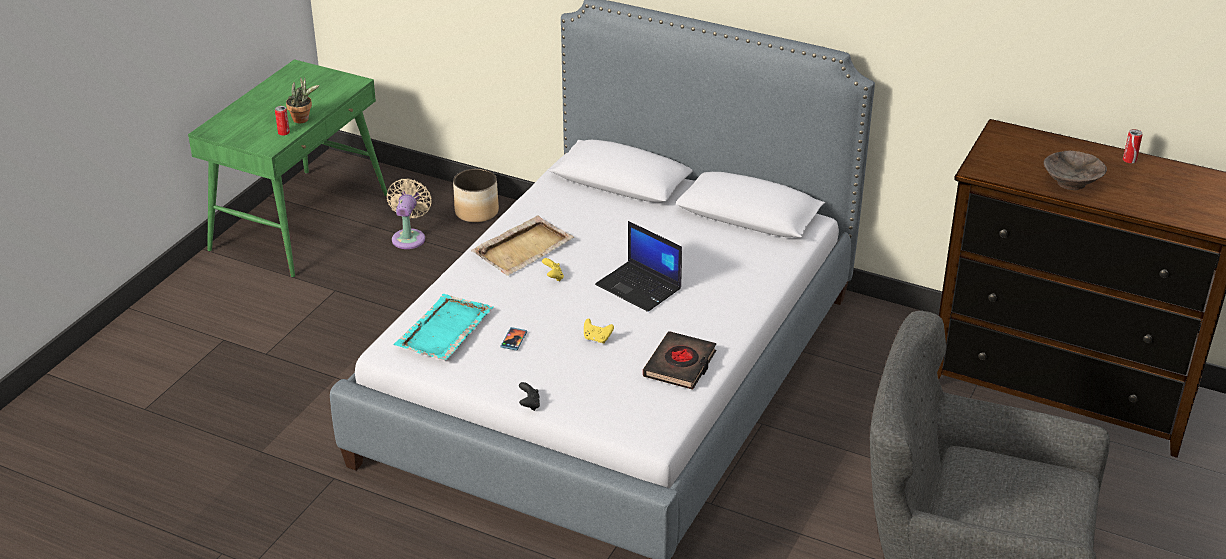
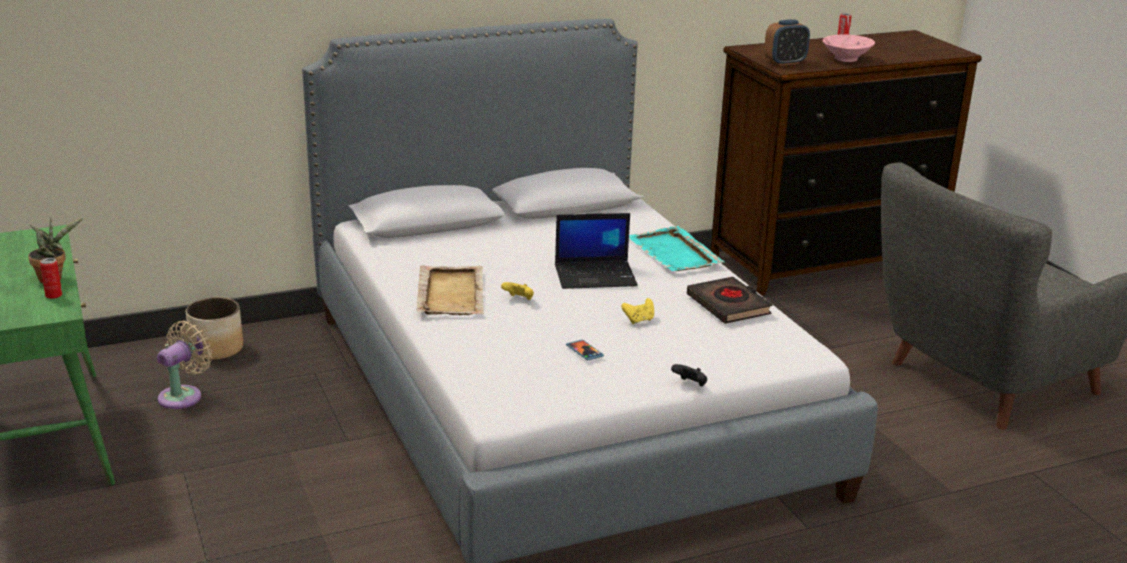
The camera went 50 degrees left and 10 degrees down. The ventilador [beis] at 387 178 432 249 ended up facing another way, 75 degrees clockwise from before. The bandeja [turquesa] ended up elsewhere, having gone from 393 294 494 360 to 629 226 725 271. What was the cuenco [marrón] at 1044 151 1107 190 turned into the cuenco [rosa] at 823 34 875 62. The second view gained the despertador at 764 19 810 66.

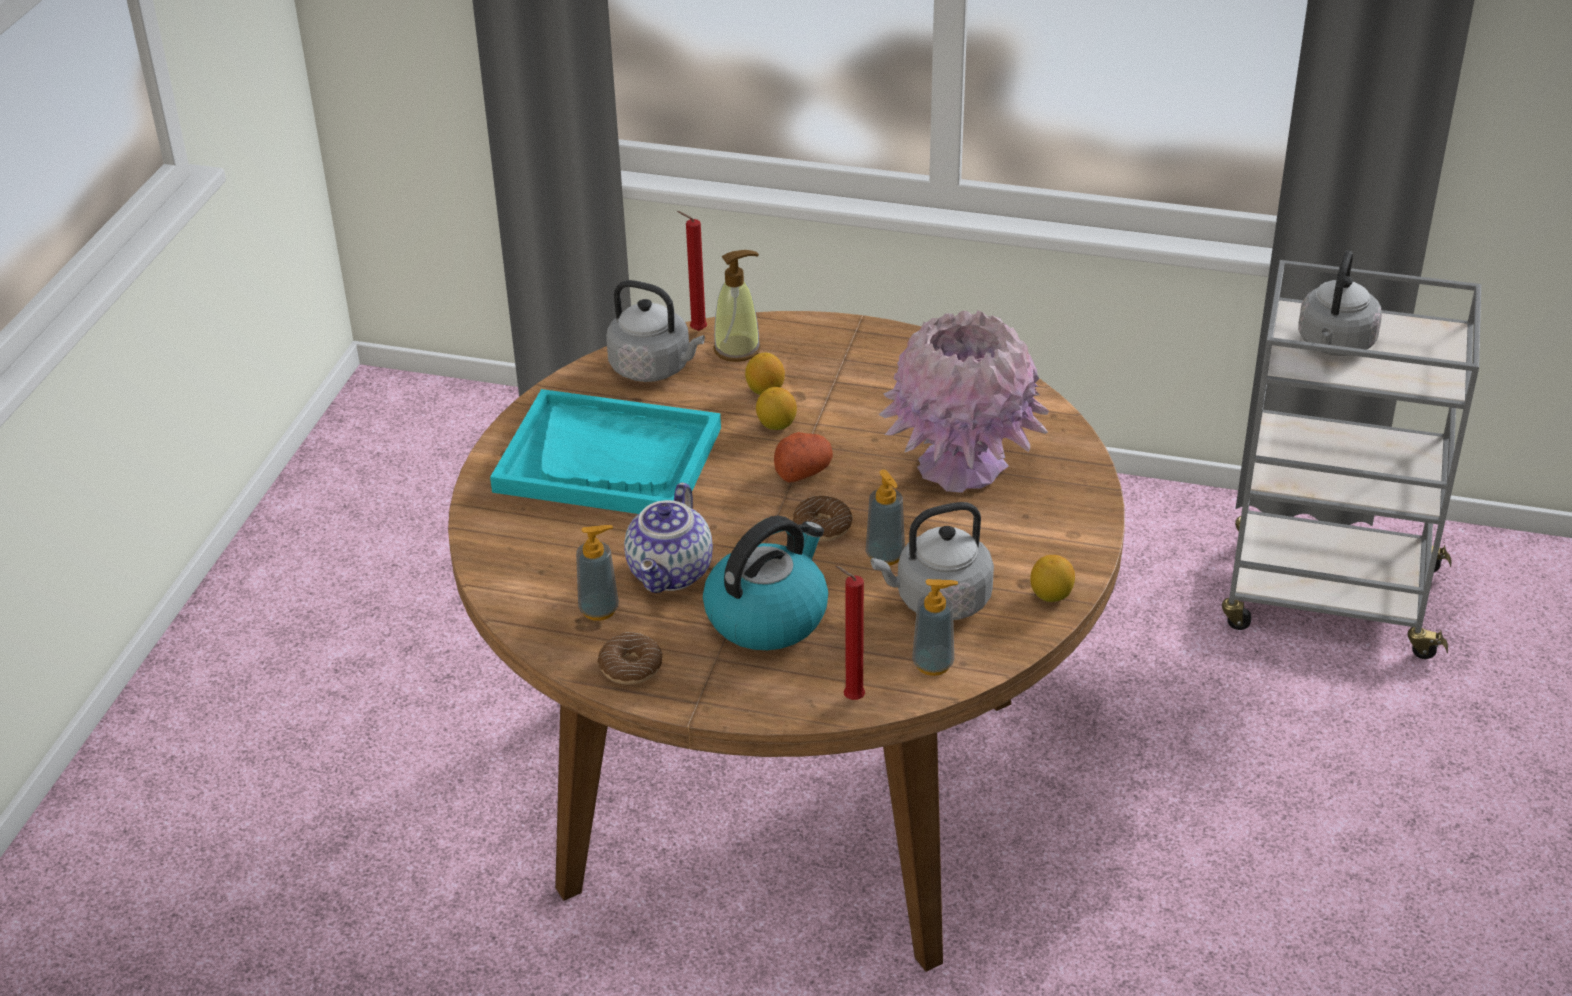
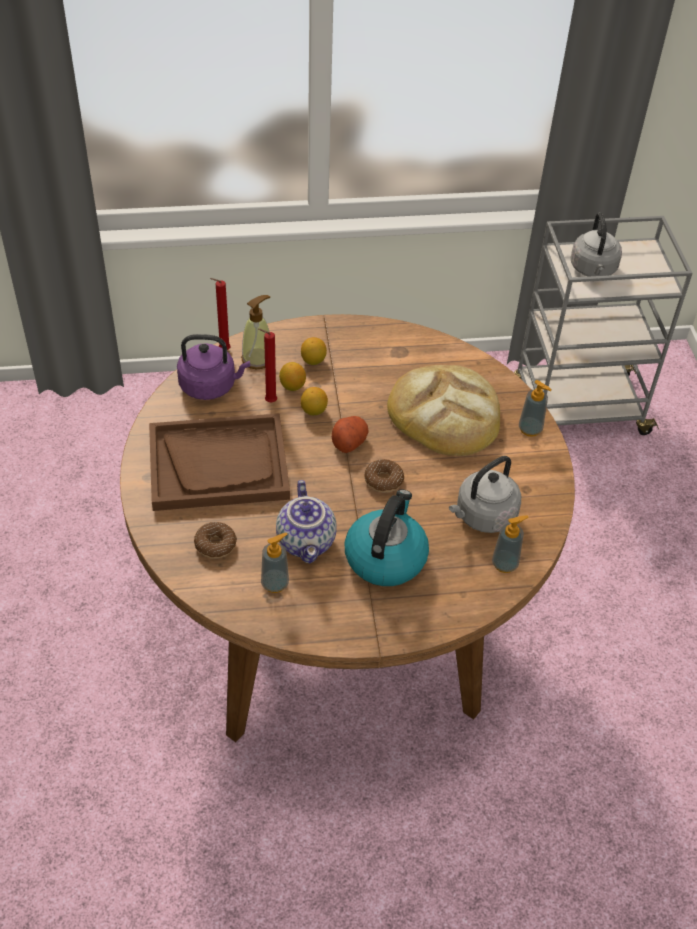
The camera went 25 degrees left and 10 degrees up. What was the bandeja [turquesa] at 490 389 721 514 turned into the bandeja [marrón] at 149 413 290 511. The rosquilla ended up elsewhere, having gone from 597 632 662 684 to 194 522 237 559. What was the hervidor [gris] at 606 280 705 382 turned into the hervidor [morado] at 177 334 250 400. The vela [rojo] ended up elsewhere, having gone from 835 566 865 700 to 259 329 277 402. The dispensador de jabón ended up elsewhere, having gone from 866 469 905 565 to 519 380 552 437. Where the florero [rosa] stood at 879 310 1049 493, the pan came to stand at 387 365 500 456. The limón ended up elsewhere, having gone from 1030 555 1075 602 to 301 337 327 365.

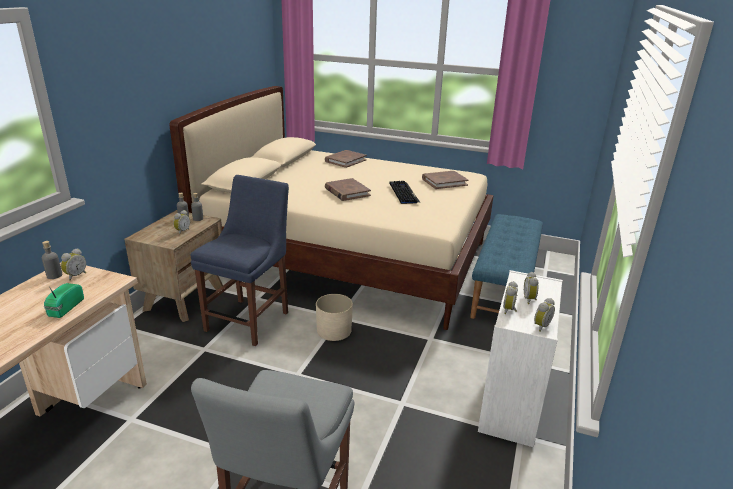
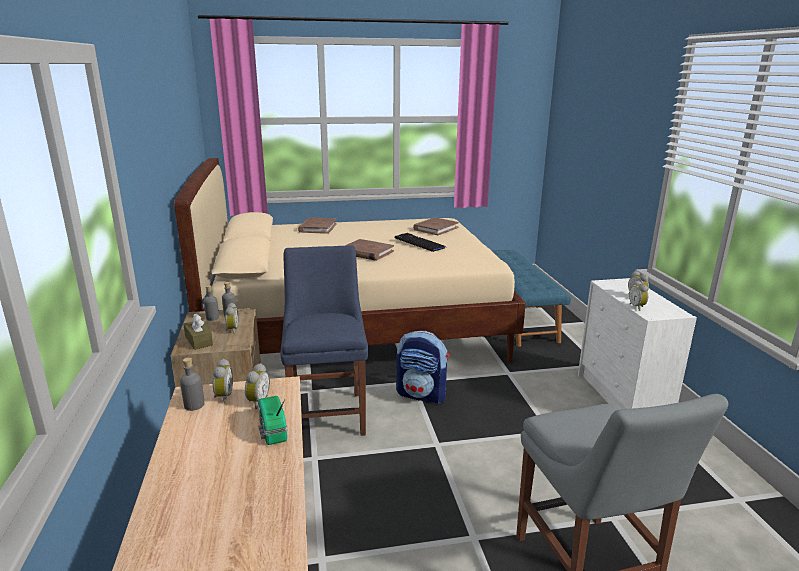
The camera went 30 degrees left and 5 degrees down. Where the maceta [beis] stood at 316 294 353 341, the mochila came to stand at 396 331 450 404. The despertador ended up elsewhere, having gone from 534 298 555 332 to 245 363 270 409. The second view gained the caja de pañuelos [marrón] at 183 314 213 350.

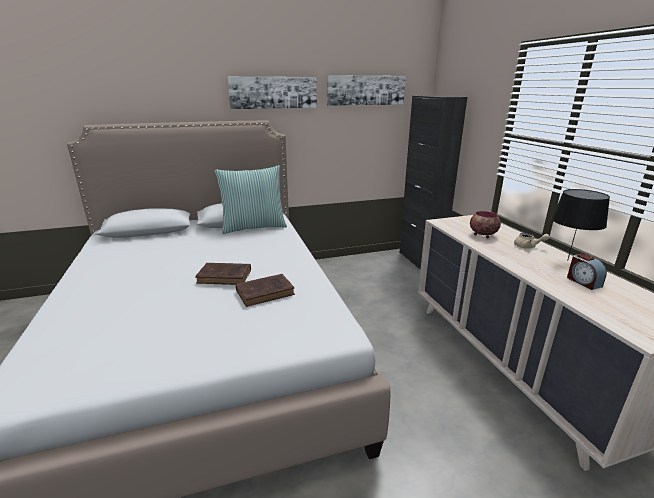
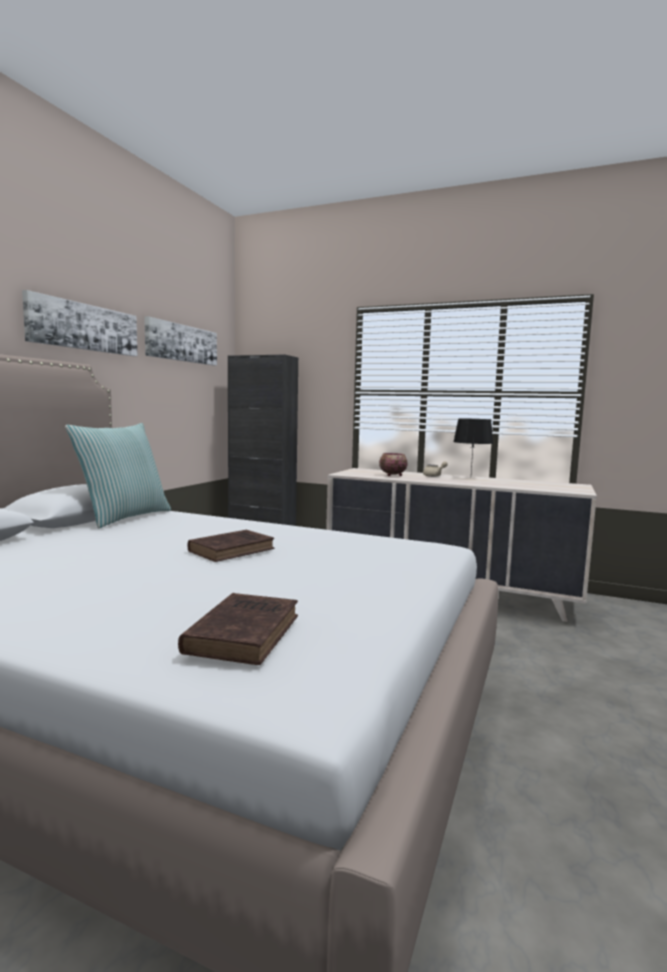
The camera went 50 degrees left and 15 degrees down. The libro [marrón] ended up elsewhere, having gone from 236 274 295 307 to 178 593 298 665. The second view lost the despertador at 567 254 607 290.

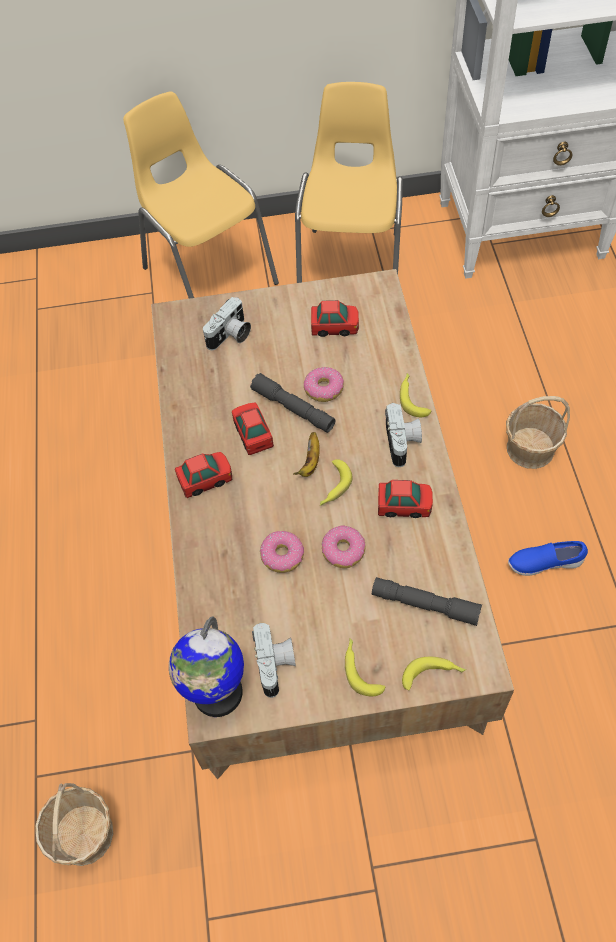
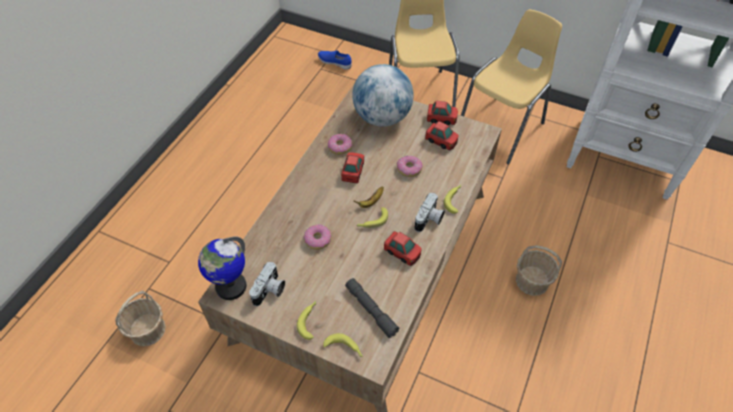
The camera went 30 degrees right and 5 degrees down. The coche de juguete ended up elsewhere, having gone from 175 452 232 498 to 427 101 458 125. Where the cámara stood at 203 297 251 350, the globo terráqueo came to stand at 352 64 414 127. The second view lost the linterna [gris] at 250 373 335 433. The rosquilla ended up elsewhere, having gone from 322 525 365 568 to 328 134 352 155. The zapato [azul] ended up elsewhere, having gone from 508 541 588 576 to 318 50 352 70.

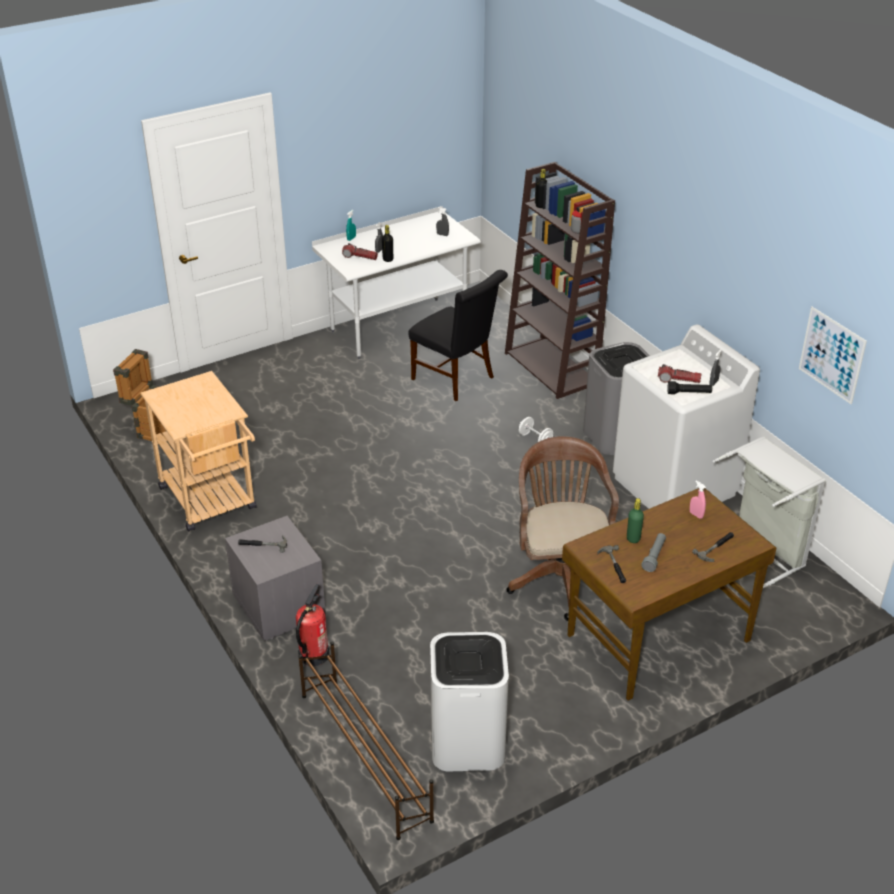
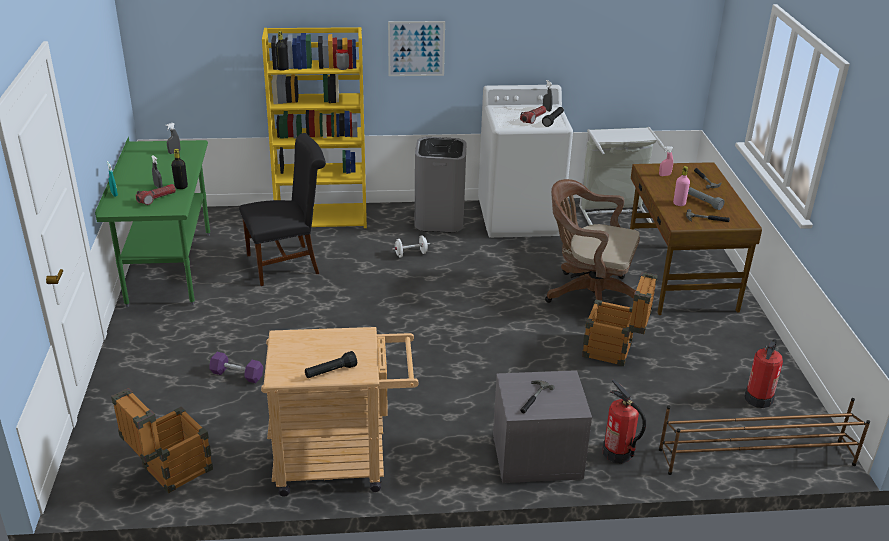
The camera went 65 degrees left and 5 degrees down. What was the escritorio [blanco] at 312 206 481 359 turned into the escritorio [verde] at 95 137 210 307. Where the papelera [blanco] stood at 430 632 509 771, the extintor came to stand at 744 339 783 408. What was the estantería [marrón] at 505 162 615 399 turned into the estantería [amarillo] at 262 27 367 228. What was the botella [verde] at 627 498 644 543 turned into the botella [rosa] at 673 166 690 206. The cuadro ended up elsewhere, having gone from 799 307 867 404 to 388 21 445 76. The second view gained the mancuerna [morado] at 209 352 263 383. The second view gained the linterna [negro] at 305 351 357 378. The second view gained the caja de embalaje at 582 272 658 366.

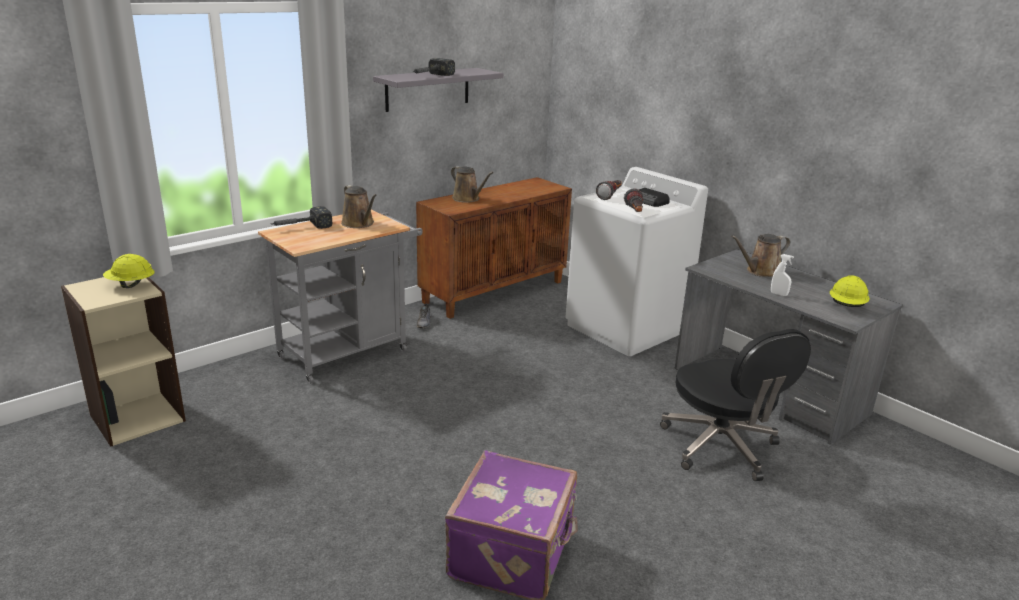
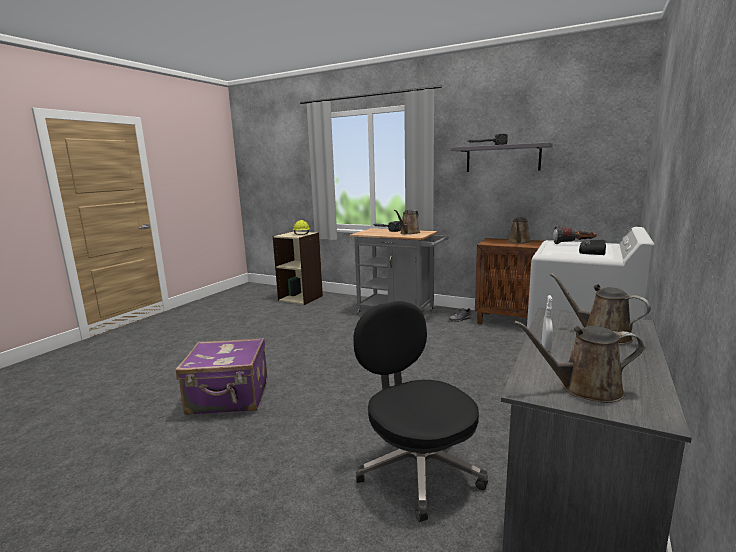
The camera went 70 degrees right and 10 degrees down. The second view lost the linterna at 624 188 644 212. The silla de oficina [negro] at 660 329 811 481 ended up facing another way, 105 degrees clockwise from before. Where the casco [amarillo] stood at 830 275 870 307, the regadera [marrón] came to stand at 514 321 644 403.

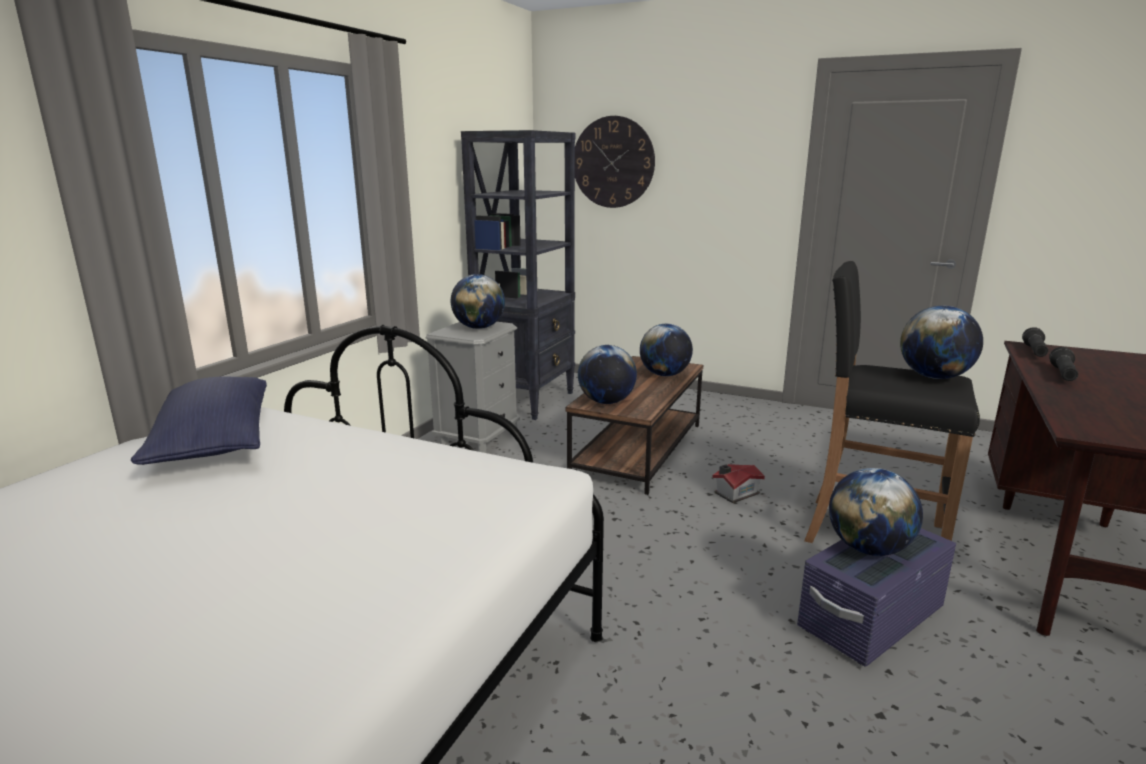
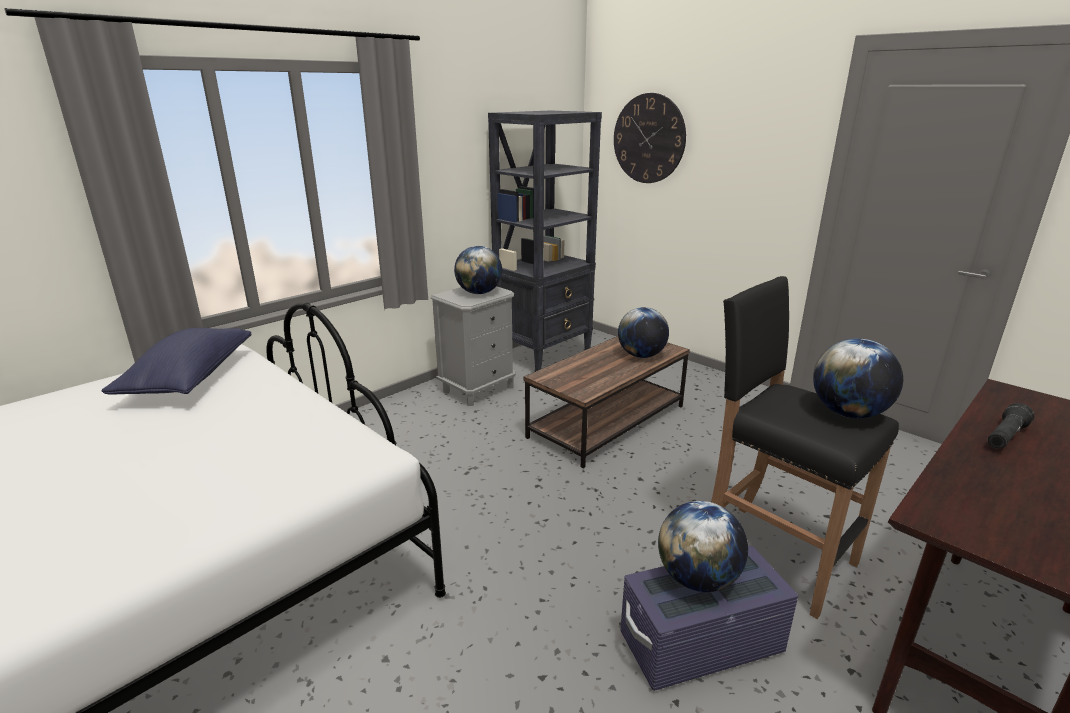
The camera went 20 degrees right and 5 degrees up. The second view lost the globo terráqueo at 578 345 637 404. The second view lost the casita at 712 464 765 503. The second view lost the linterna [negro] at 1022 327 1048 357.

